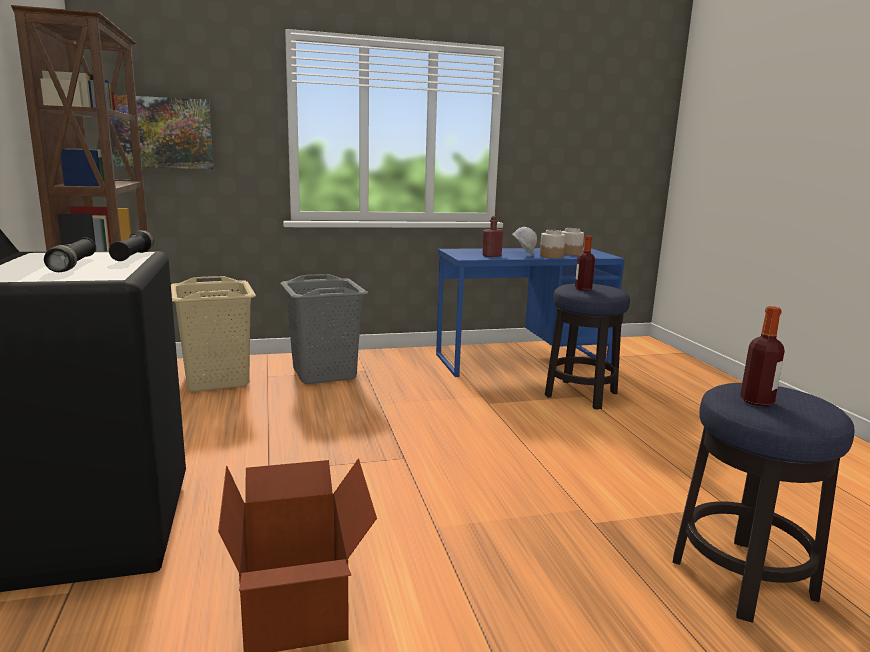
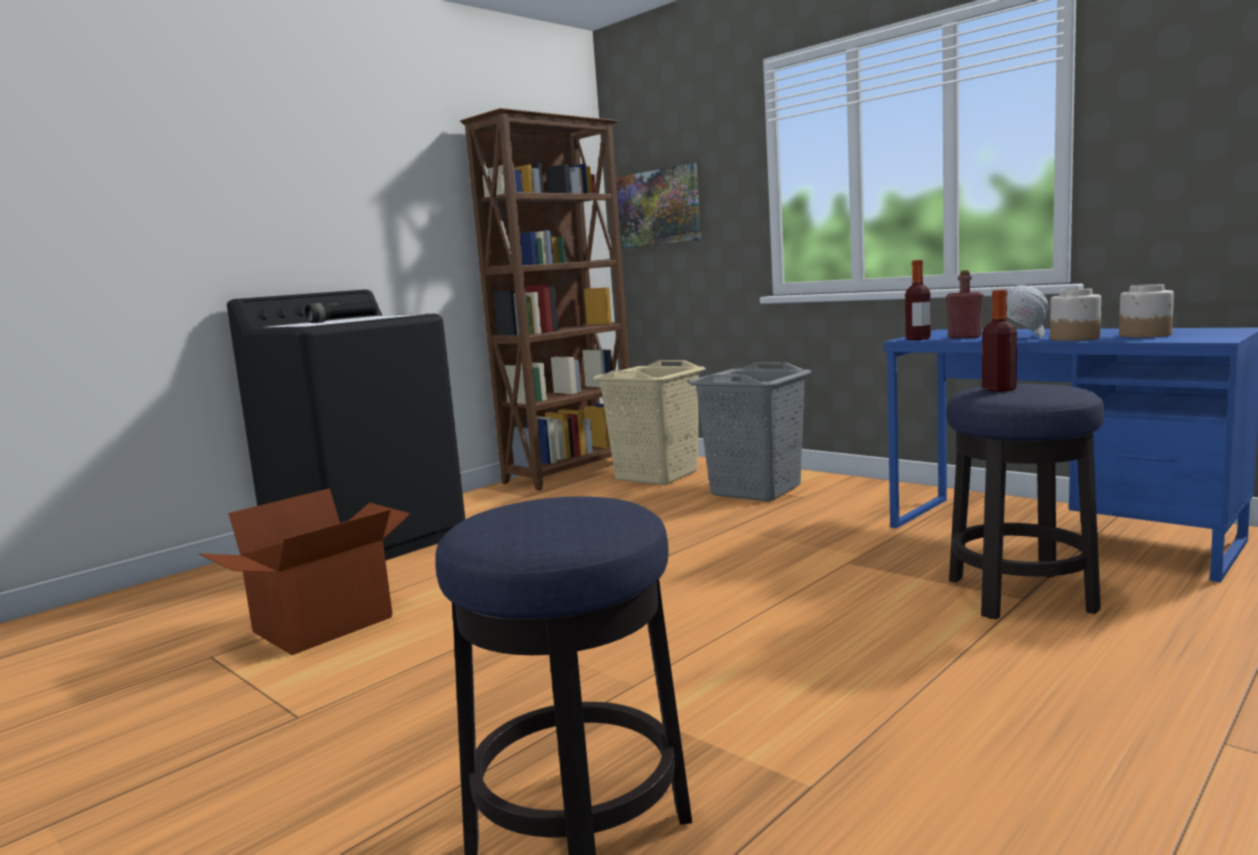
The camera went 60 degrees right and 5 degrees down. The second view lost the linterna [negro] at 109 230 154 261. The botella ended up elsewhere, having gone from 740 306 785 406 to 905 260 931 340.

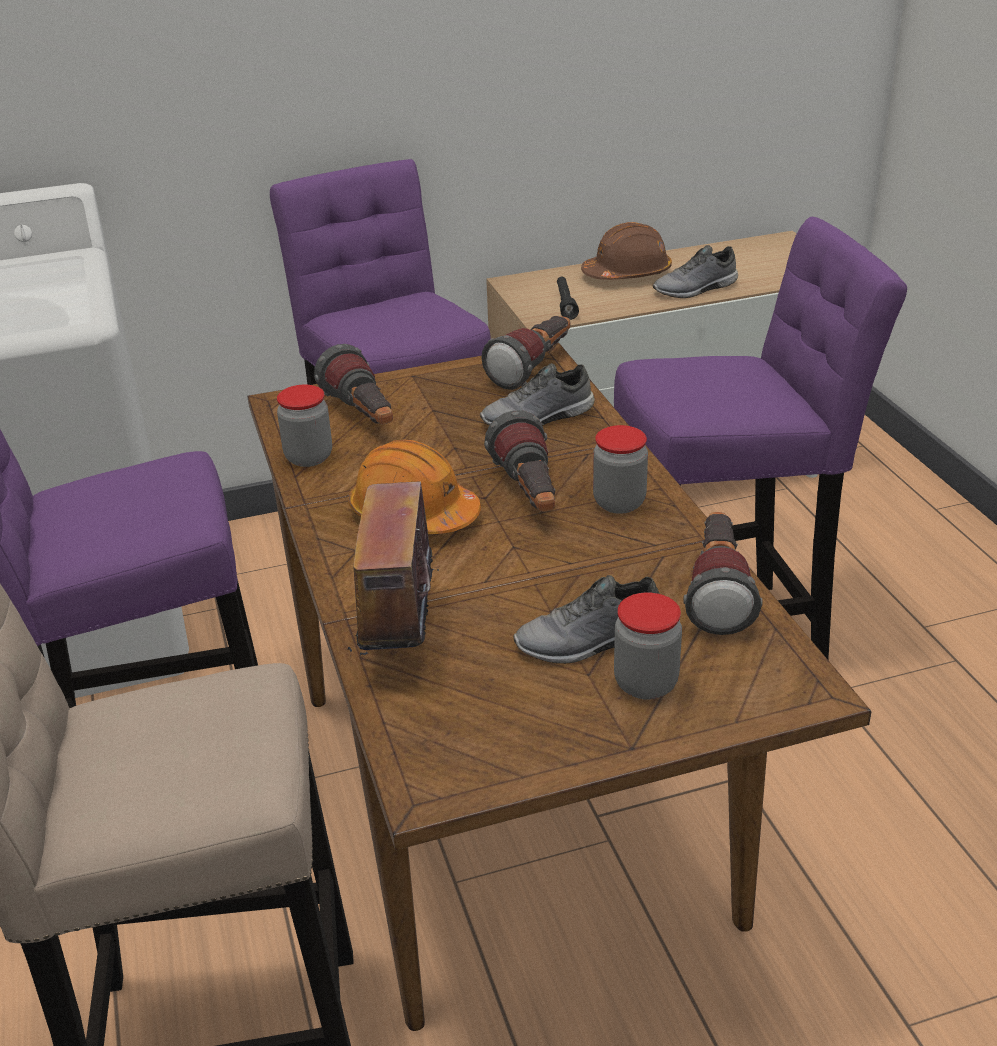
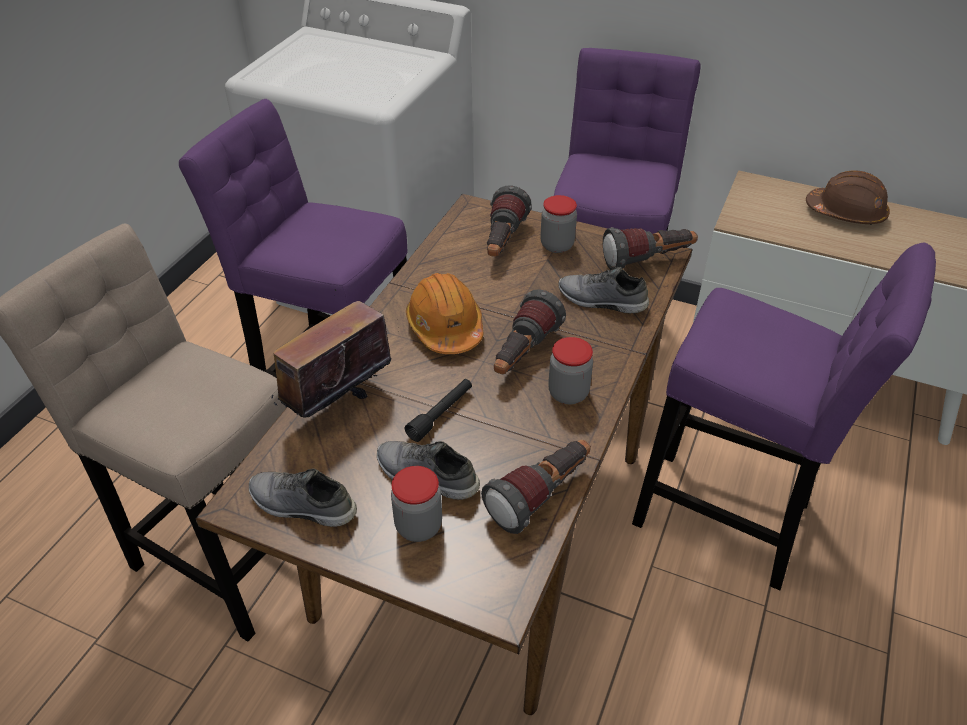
The camera went 40 degrees right and 10 degrees up. The tarro ended up elsewhere, having gone from 277 385 332 467 to 540 195 577 253. The linterna [negro] ended up elsewhere, having gone from 557 277 579 320 to 405 379 472 442. The zapato [gris] ended up elsewhere, having gone from 653 245 738 298 to 249 469 357 527.

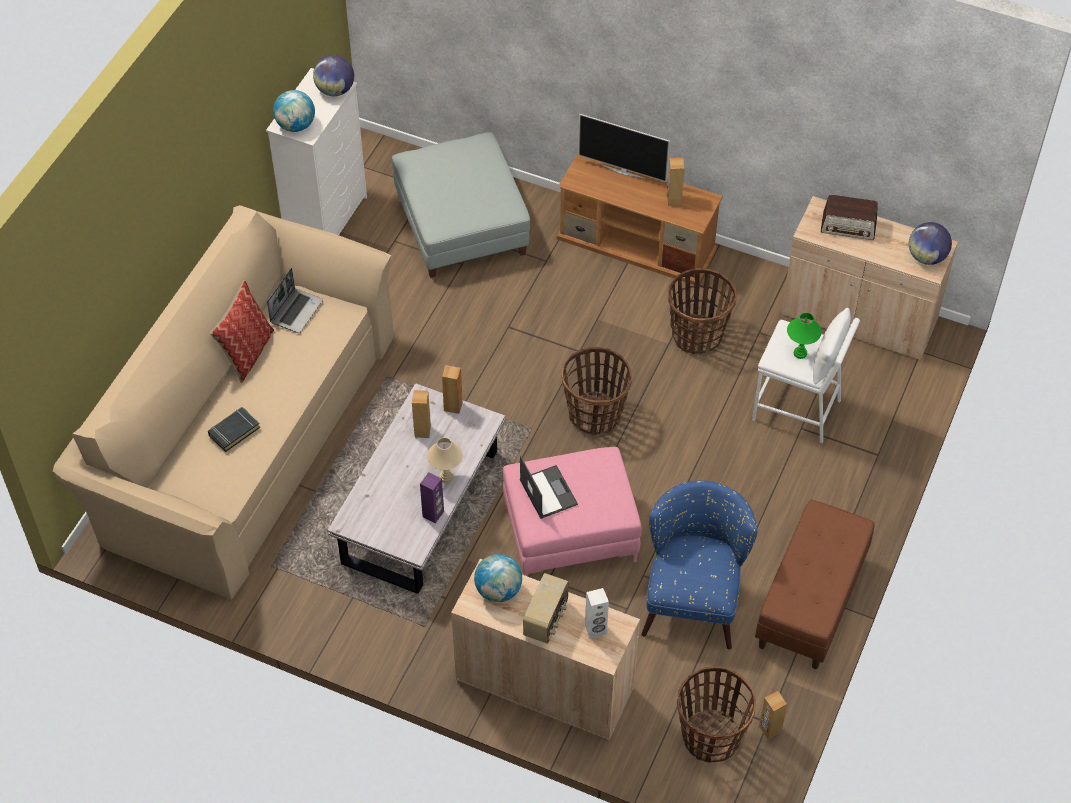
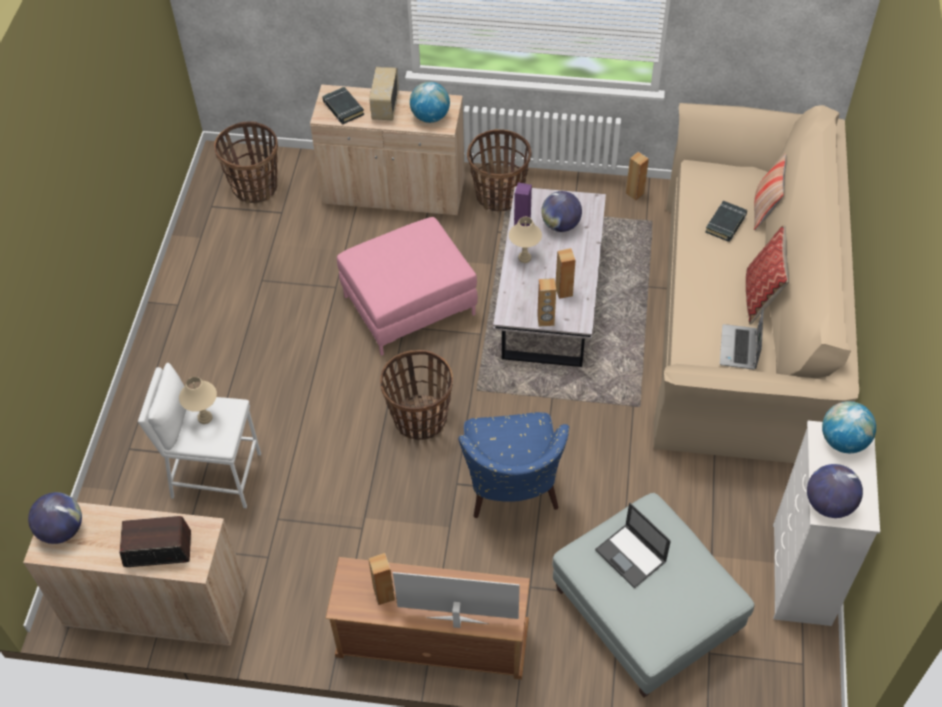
The camera went 165 degrees right and 0 degrees up. The portátil ended up elsewhere, having gone from 520 456 578 519 to 595 503 671 588. Where the altavoz [blanco] stood at 585 588 609 639, the libro [negro] came to stand at 323 87 364 124. The sillón [azul] ended up elsewhere, having gone from 641 480 758 649 to 458 412 569 518. The cesta ended up elsewhere, having gone from 668 268 737 354 to 467 129 532 211. The second view lost the banco [marrón] at 755 499 874 669. The altavoz [marrón] ended up elsewhere, having gone from 759 691 787 740 to 626 152 649 200. What was the lámpara de mesa [verde] at 787 313 822 359 turned into the lámpara de mesa [beis] at 179 377 217 424. The second view gained the globo terráqueo at 541 191 582 232. The second view gained the cojín at 754 153 786 230.

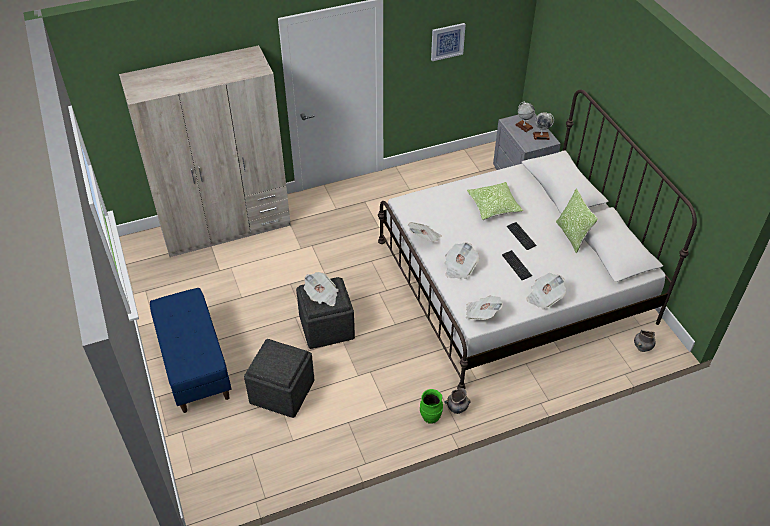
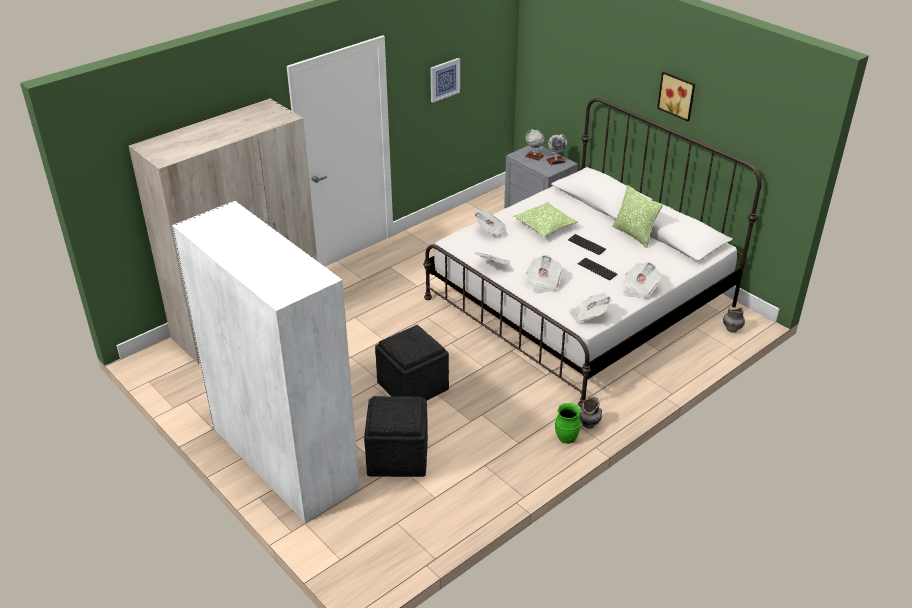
The camera went 20 degrees left and 10 degrees down. Where the banco [azul] stood at 150 288 231 413, the armario ropero [blanco] came to stand at 172 201 359 523. The periódico ended up elsewhere, having gone from 304 272 339 306 to 474 211 508 237. The second view gained the cuadro at 657 72 695 121.

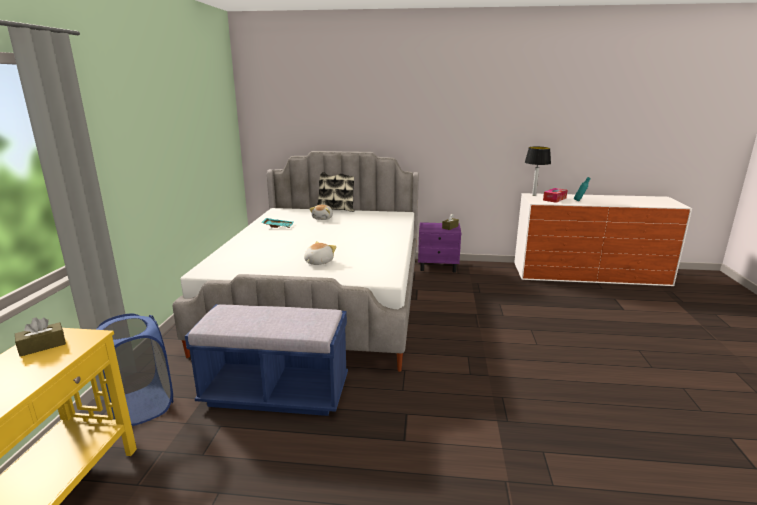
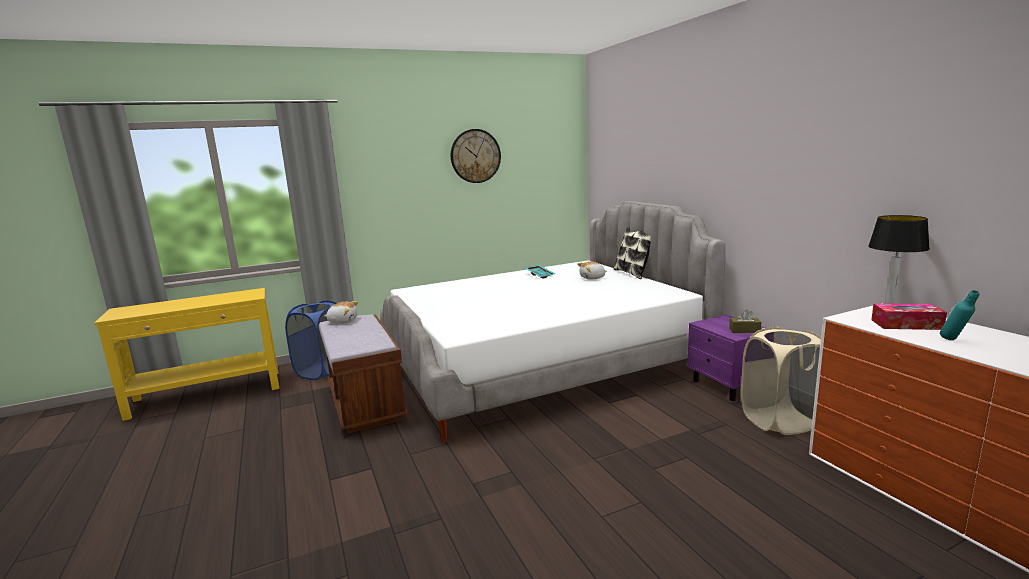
The camera went 60 degrees right and 5 degrees down. The second view lost the caja de pañuelos [marrón] at 15 317 66 357. What was the banco [azul] at 185 304 348 416 turned into the banco [marrón] at 319 314 408 434. The peluche ended up elsewhere, having gone from 304 241 336 265 to 324 301 358 324. The second view gained the reloj de pared at 451 129 501 183. The second view gained the cesto de la ropa [beis] at 741 327 821 435.

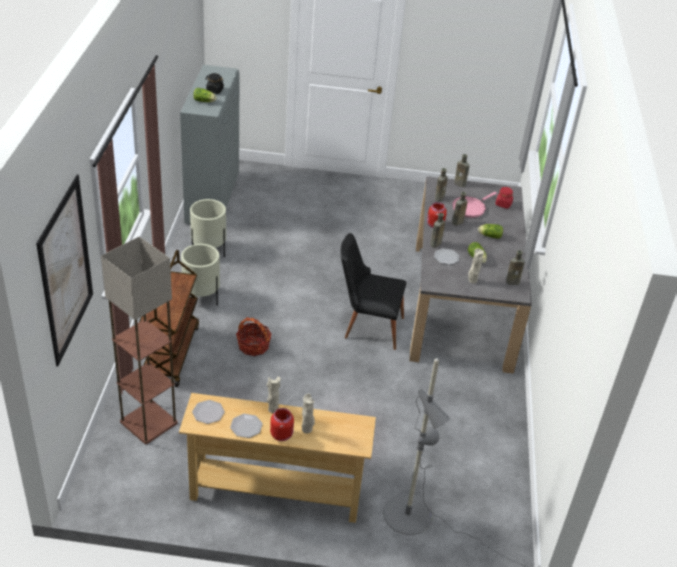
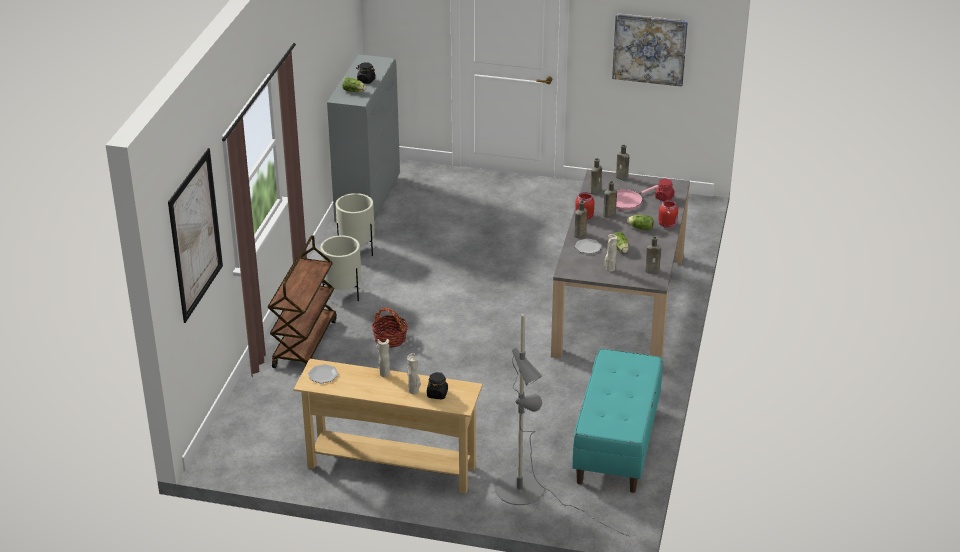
The camera went 10 degrees right and 5 degrees down. The second view lost the lámpara de pie at 101 236 178 444. The second view lost the plato at 230 414 262 438. The tarro [rojo] ended up elsewhere, having gone from 270 408 294 441 to 658 200 678 228. The second view lost the silla [negro] at 340 233 406 350. The second view gained the tarro [negro] at 427 372 448 399. The second view gained the banco [turquesa] at 572 349 663 493. The second view gained the cuadro at 612 13 688 87.

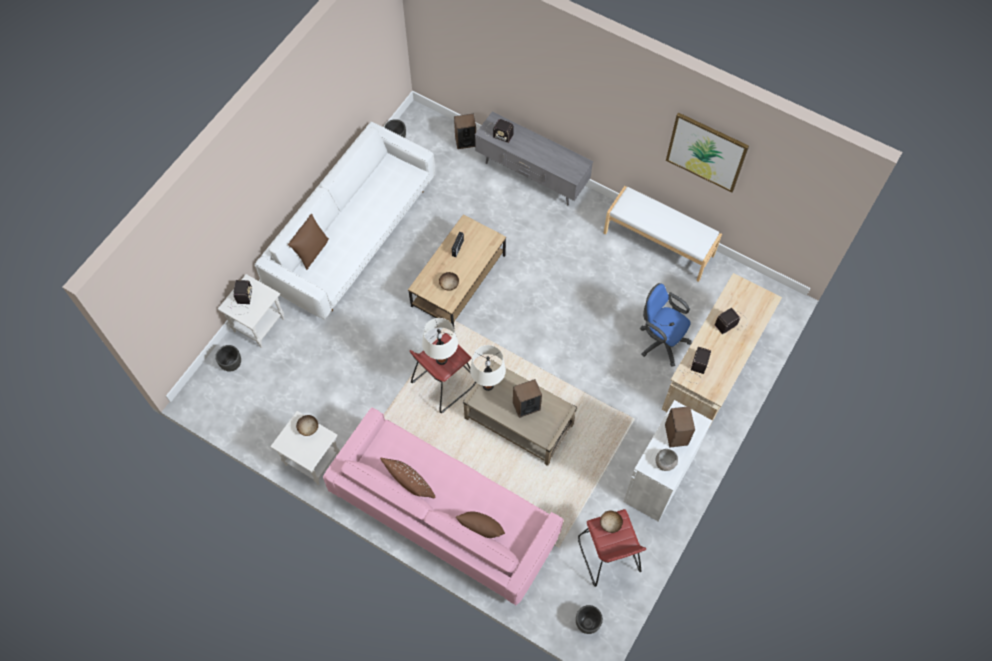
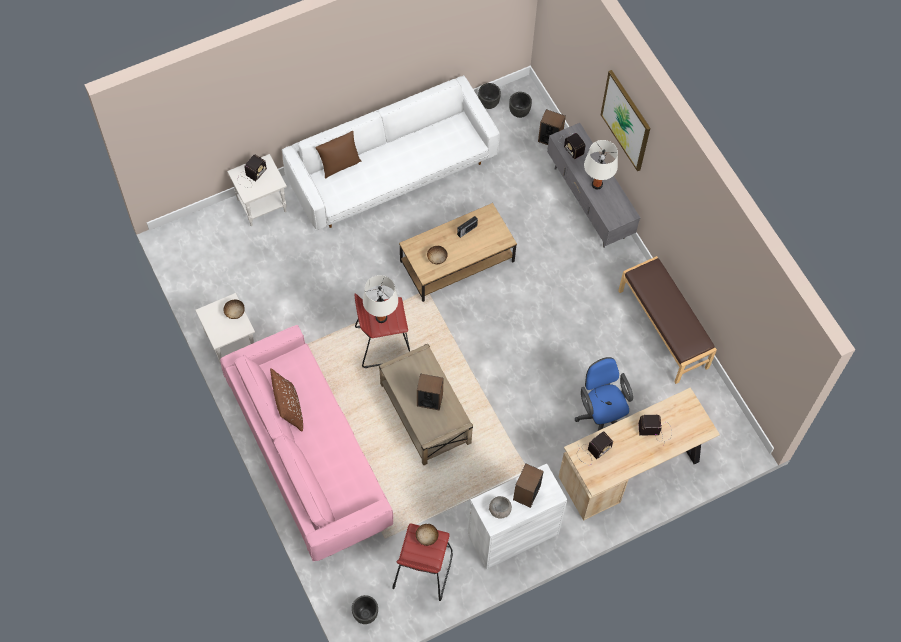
The camera went 30 degrees right and 0 degrees up. The maceta [negro] ended up elsewhere, having gone from 215 345 241 372 to 509 92 532 118. The second view lost the cojín [marrón] at 456 511 505 538. The lámpara de mesa [blanco] ended up elsewhere, having gone from 470 345 506 391 to 584 140 618 189. What was the banco [blanco] at 603 186 722 282 turned into the banco [marrón] at 618 256 717 384. The cuadro ended up elsewhere, having gone from 666 112 749 192 to 601 70 650 171.

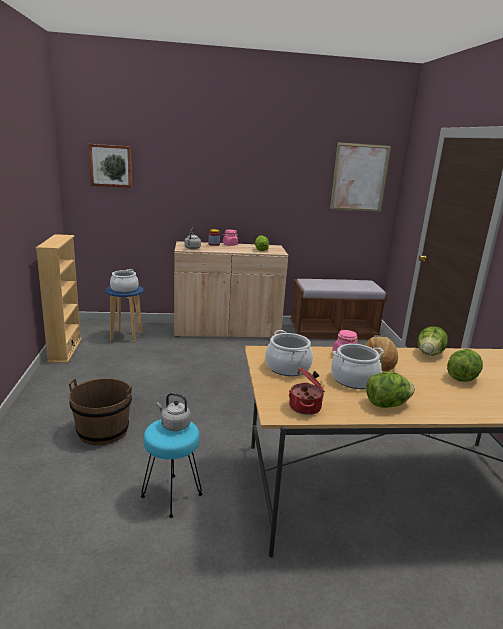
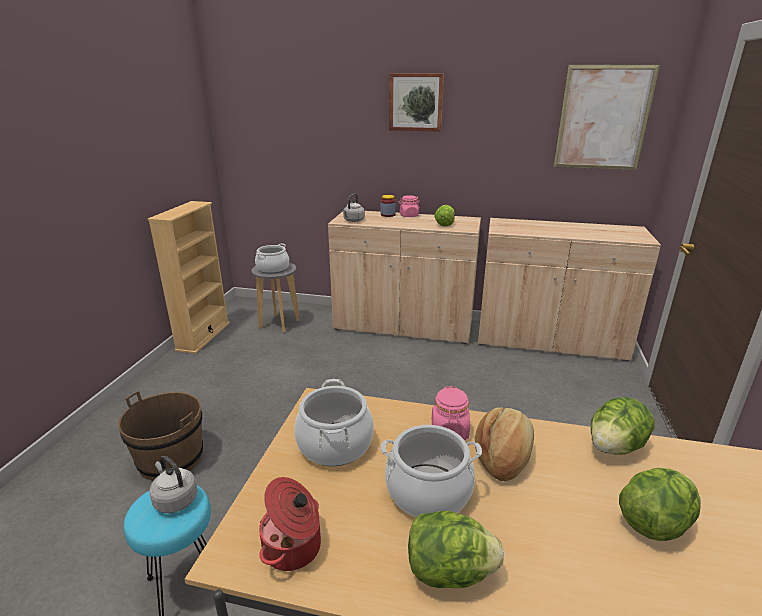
The camera went 20 degrees right and 5 degrees up. The cuadro ended up elsewhere, having gone from 89 144 132 188 to 389 73 444 132. What was the taburete [azul] at 106 286 143 343 turned into the taburete [gris] at 252 262 300 333. Where the banco [marrón] stood at 290 279 387 339, the armario [beis] came to stand at 478 218 661 361.

